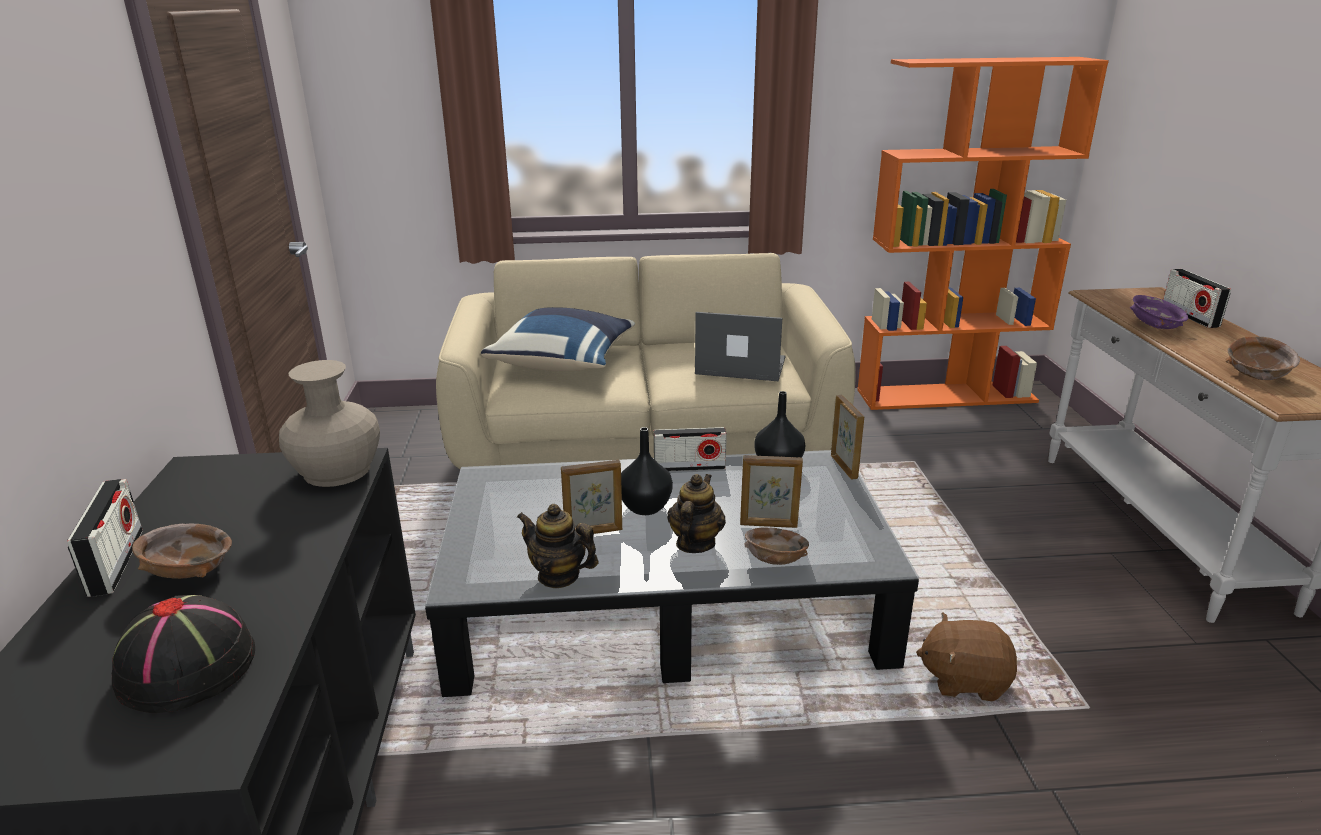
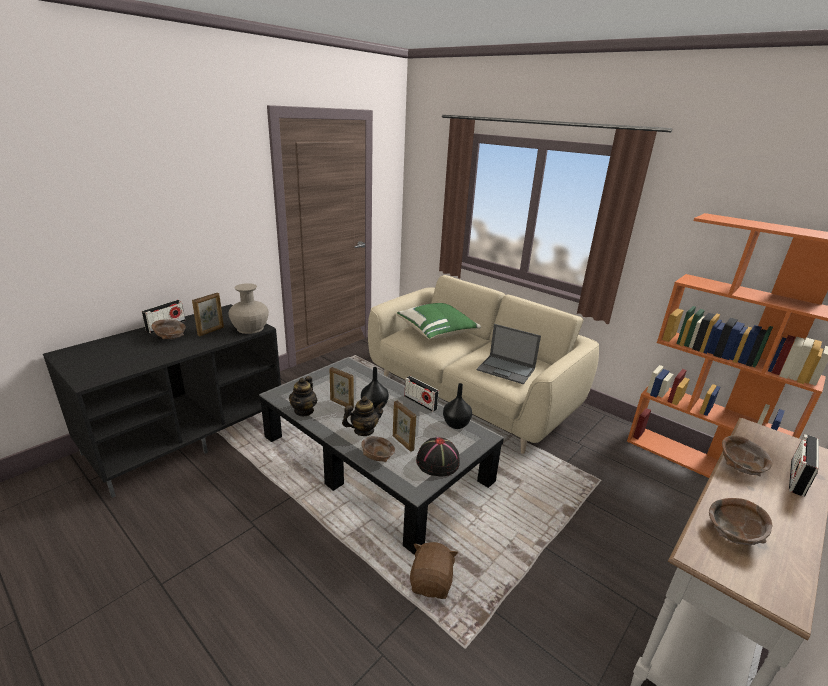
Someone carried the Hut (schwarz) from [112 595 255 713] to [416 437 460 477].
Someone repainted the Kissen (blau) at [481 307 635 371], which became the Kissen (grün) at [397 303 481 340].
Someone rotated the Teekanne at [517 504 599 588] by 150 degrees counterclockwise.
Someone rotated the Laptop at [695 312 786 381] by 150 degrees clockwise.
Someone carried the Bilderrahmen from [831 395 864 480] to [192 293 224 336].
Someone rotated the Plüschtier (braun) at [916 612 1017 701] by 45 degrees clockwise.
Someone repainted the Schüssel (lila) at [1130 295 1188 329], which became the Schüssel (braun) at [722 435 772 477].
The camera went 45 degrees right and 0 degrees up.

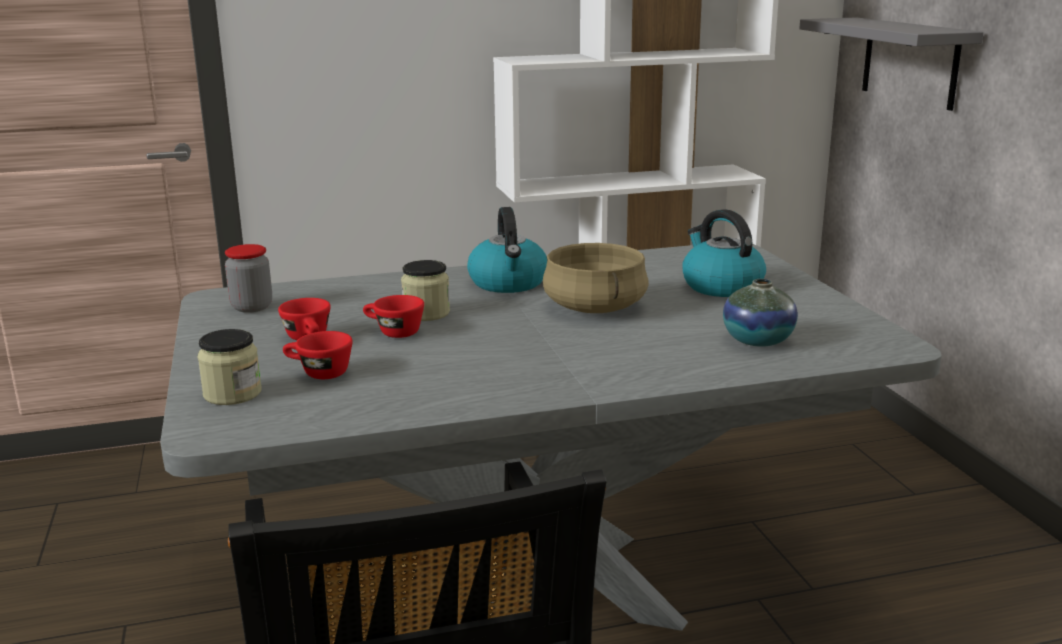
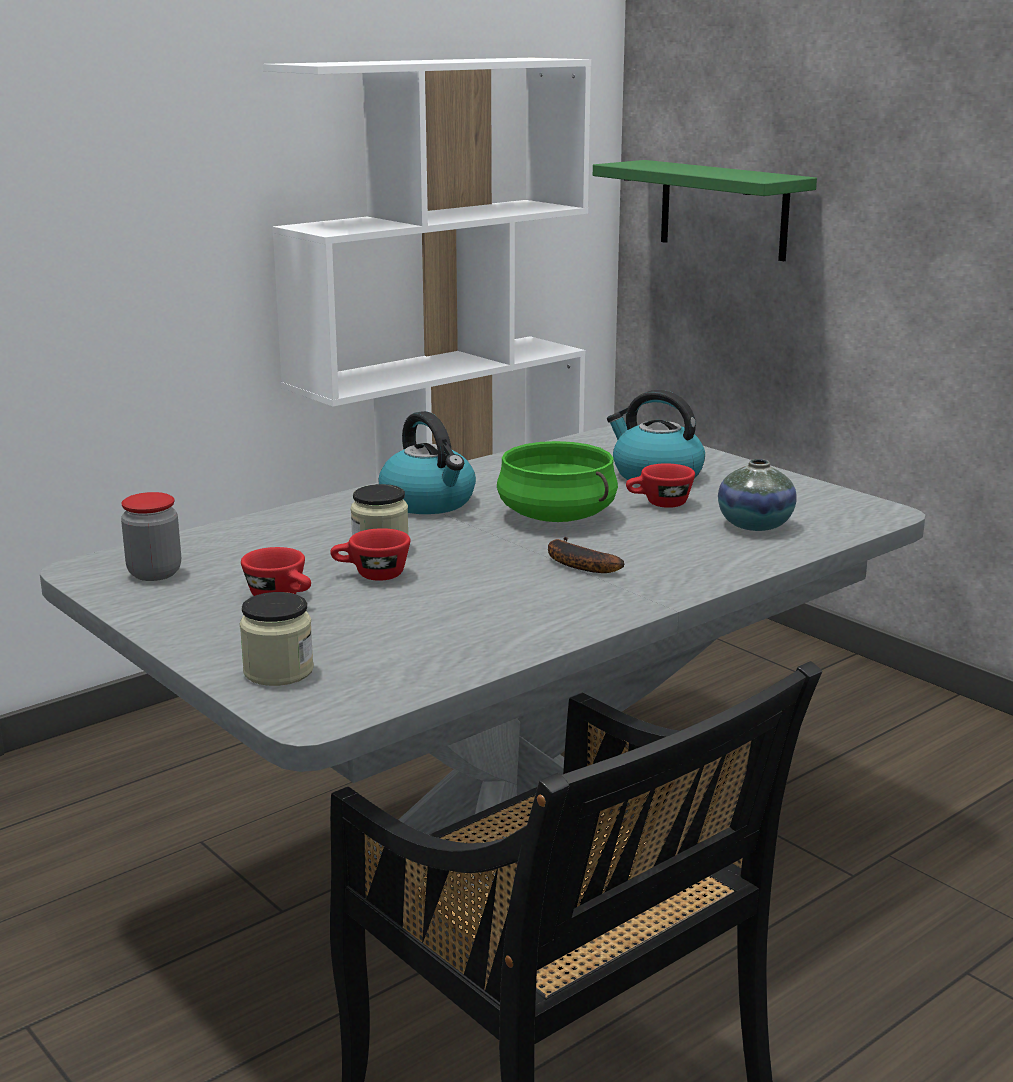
Someone carried the Tasse (rot) from [283 331 353 379] to [626 463 695 508].
Someone repainted the Kochtopf (beige) at [543 243 649 313], which became the Kochtopf (grün) at [497 441 618 522].
Someone repainted the Wandregal (grau) at [799 17 984 111], which became the Wandregal (grün) at [593 160 817 261].
Someone put down the Banane at [548 537 624 573].
The camera went 25 degrees left and 0 degrees up.

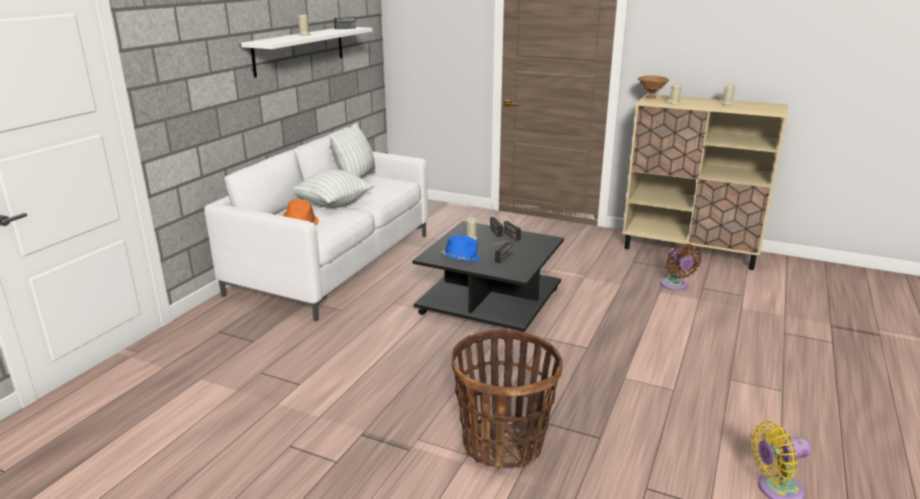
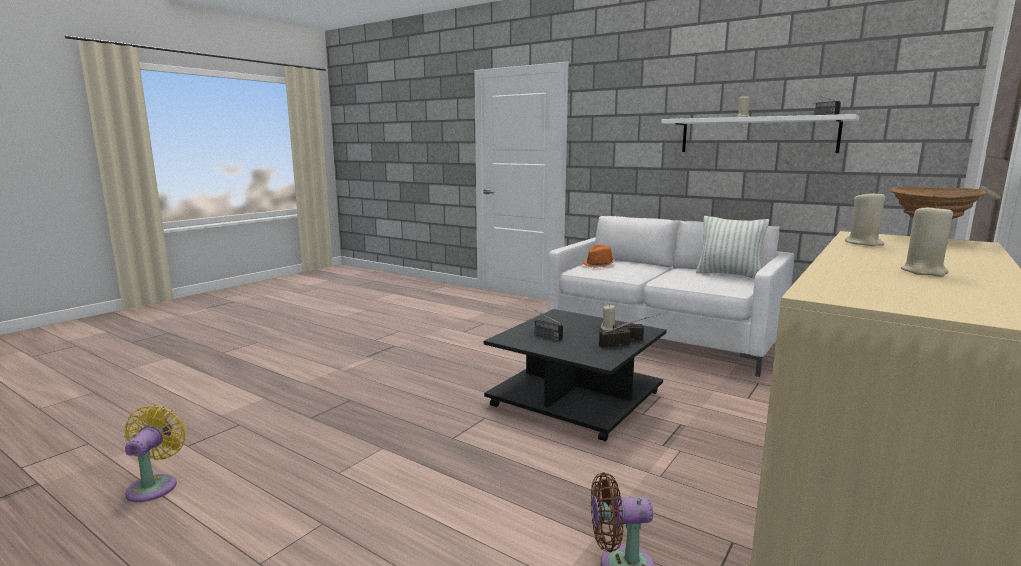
Someone took away the Kissen at [293 169 374 208].
Someone took away the Hut (blau) at [441 235 481 262].
Someone took away the Korb at [452 330 563 469].
The camera went 100 degrees right and 10 degrees down.

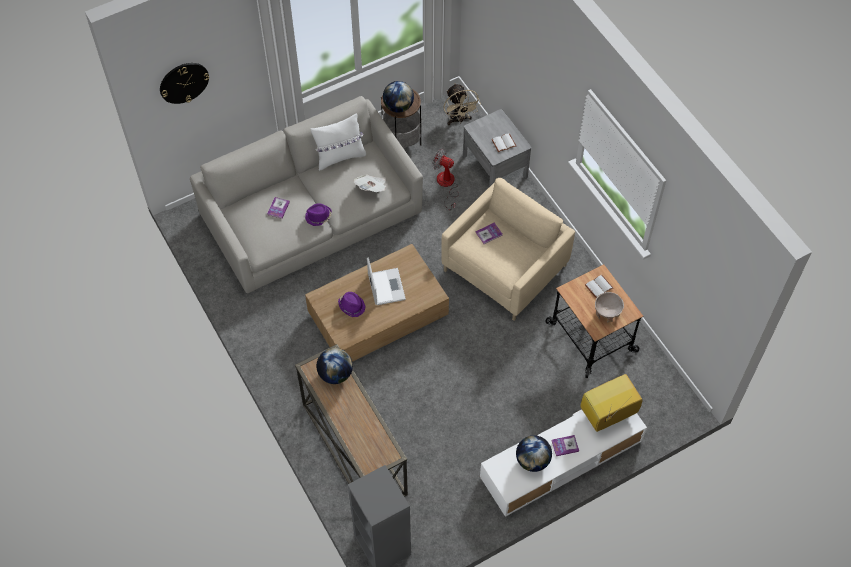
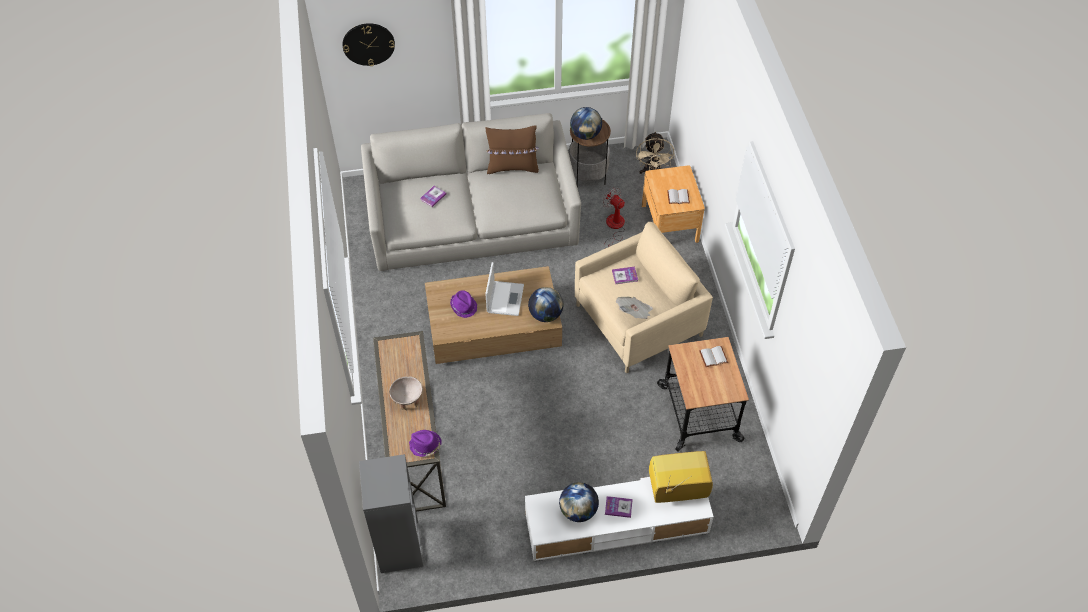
Someone carried the Hut (lila) from [305 203 332 226] to [409 430 442 457].
Someone repainted the Kissen (weiß) at [310 114 366 171], which became the Kissen (braun) at [485 125 539 174].
Someone carried the Globus from [316 348 353 384] to [528 287 563 322].
Someone carried the Zeitung from [354 174 386 192] to [616 297 653 319].
Someone repainted the Nachttisch (grau) at [463 109 531 187], which became the Nachttisch (braun) at [642 165 705 243].
Someone carried the Schüssel (beige) from [595 292 624 323] to [389 377 422 410].
The camera went 20 degrees right and 5 degrees down.

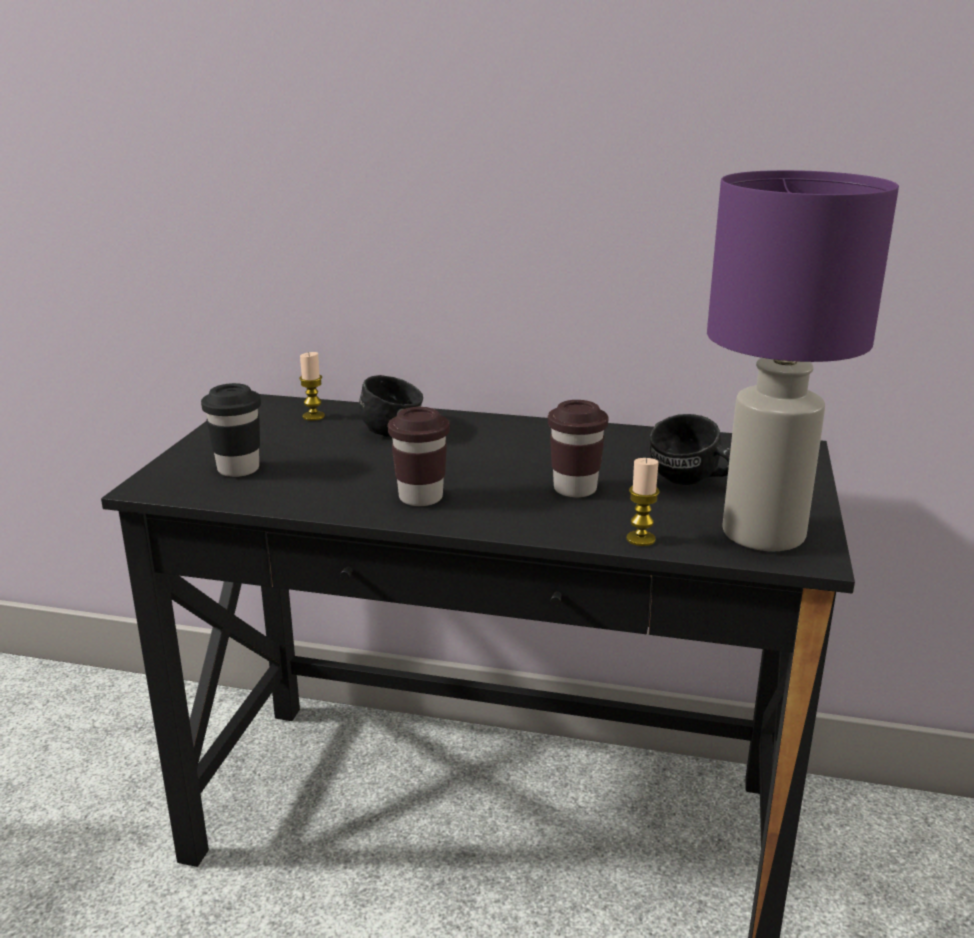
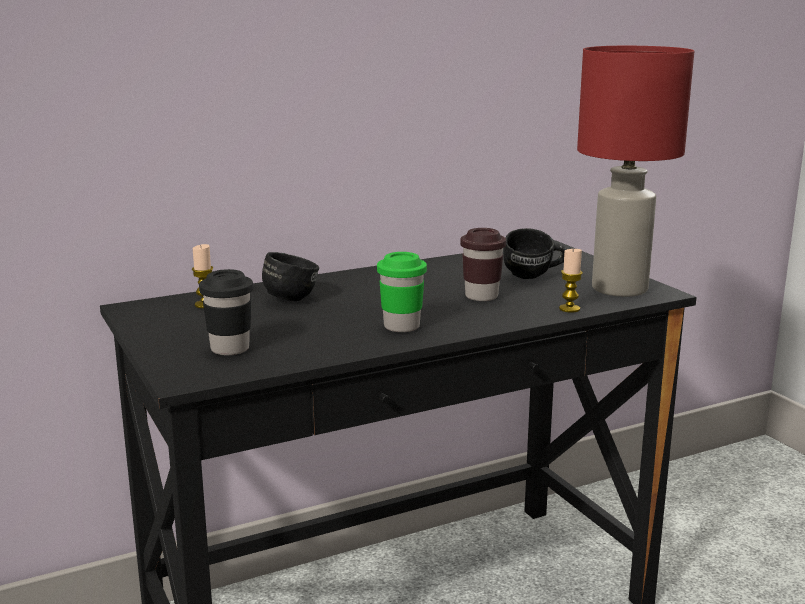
Someone repainted the Tasse (braun) at [388 407 450 506], which became the Tasse (grün) at [377 252 427 332].
Someone repainted the Tischlampe (lila) at [707 170 899 551], which became the Tischlampe (rot) at [577 46 694 297].
The camera went 40 degrees left and 5 degrees down.

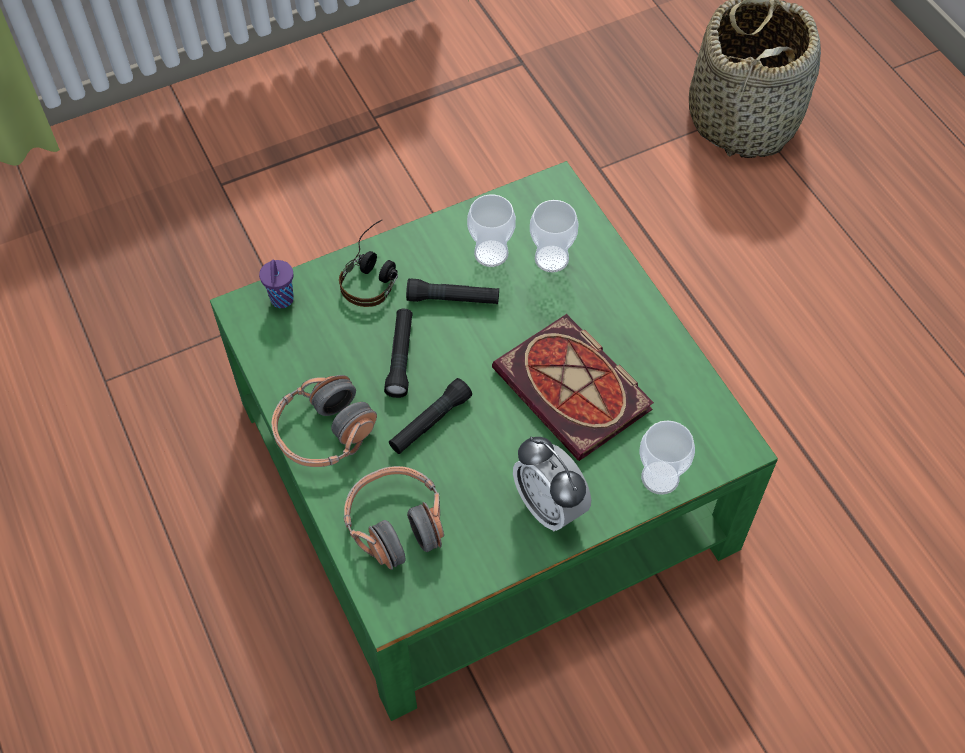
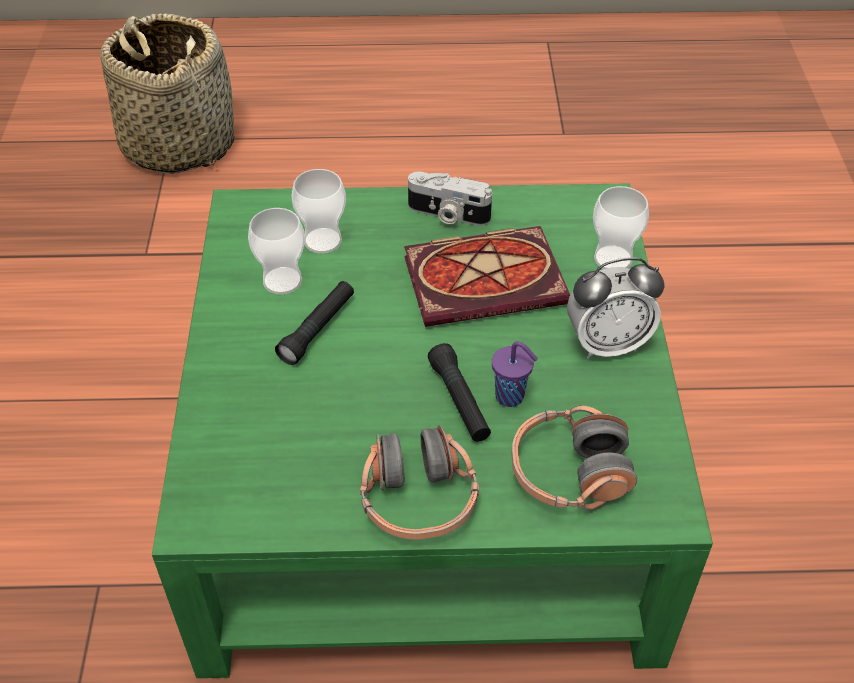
Someone carried the Tasse (lila) from [259 260 294 308] to [492 341 538 407].
Someone took away the Kopfhörer at [339 220 398 307].
Someone took away the Taschenlampe (schwarz) at [384 309 413 398].
Someone put down the Kamera at [408 172 492 226].
The camera went 65 degrees left and 10 degrees down.

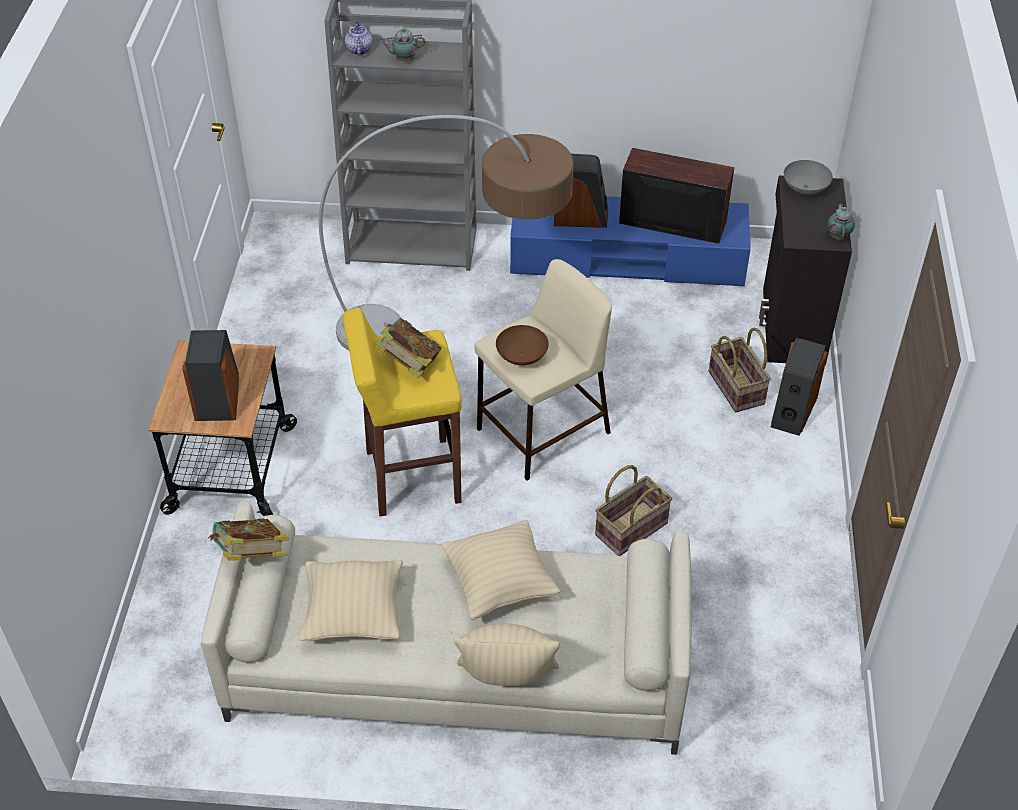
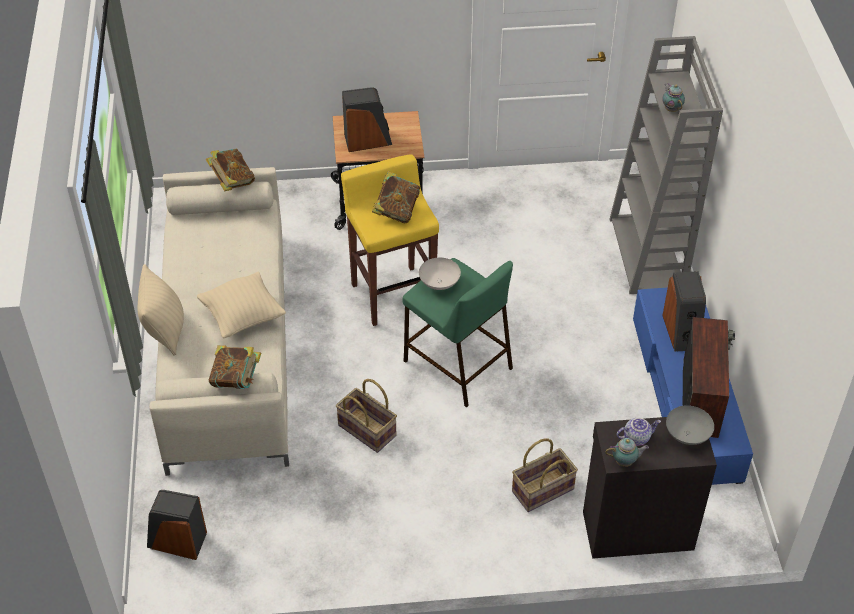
Someone took away the Kissen (beige) at [299 560 403 641].
Someone took away the Stehlampe at [319 115 574 351].
Someone carried the Teekanne from [345 21 373 55] to [617 418 661 445].
Someone repainted the Hocker (beige) at [474 259 612 481], which became the Hocker (grün) at [402 258 513 407].
Someone repainted the Schüssel (braun) at [496 325 549 366], which became the Schüssel (weiß) at [419 257 461 290].
Someone carried the Lautsprecher from [771 337 828 436] to [147 490 207 560].
Someone put down the Buch at [209 345 261 389].
The camera went 80 degrees right and 0 degrees up.

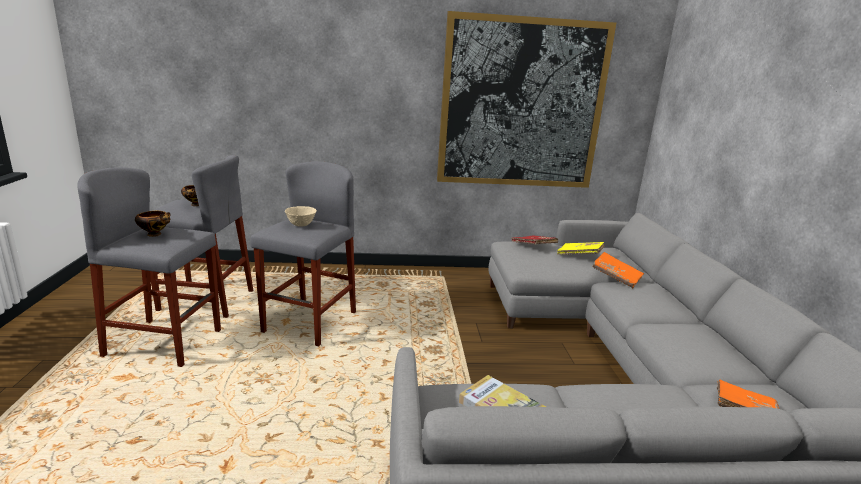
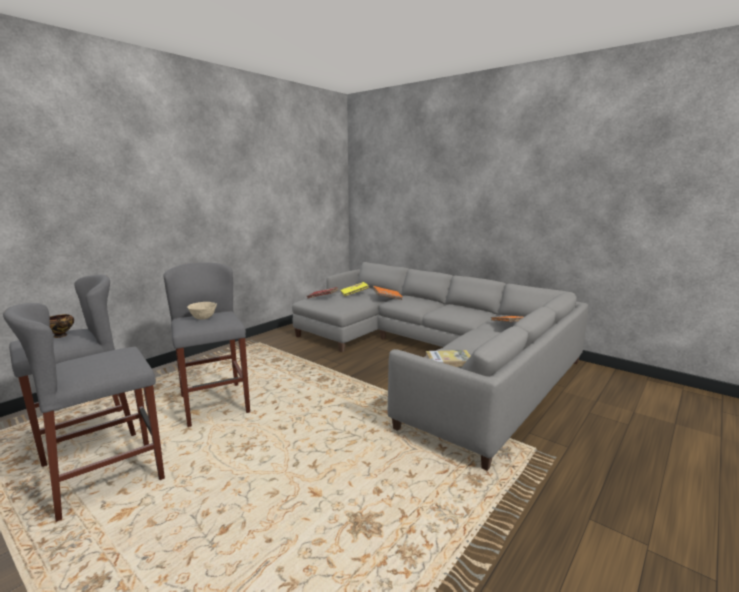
Someone took away the Schüssel at [135 211 171 237].
Someone took away the Bild at [437 11 616 188].
The camera went 45 degrees left and 5 degrees down.

